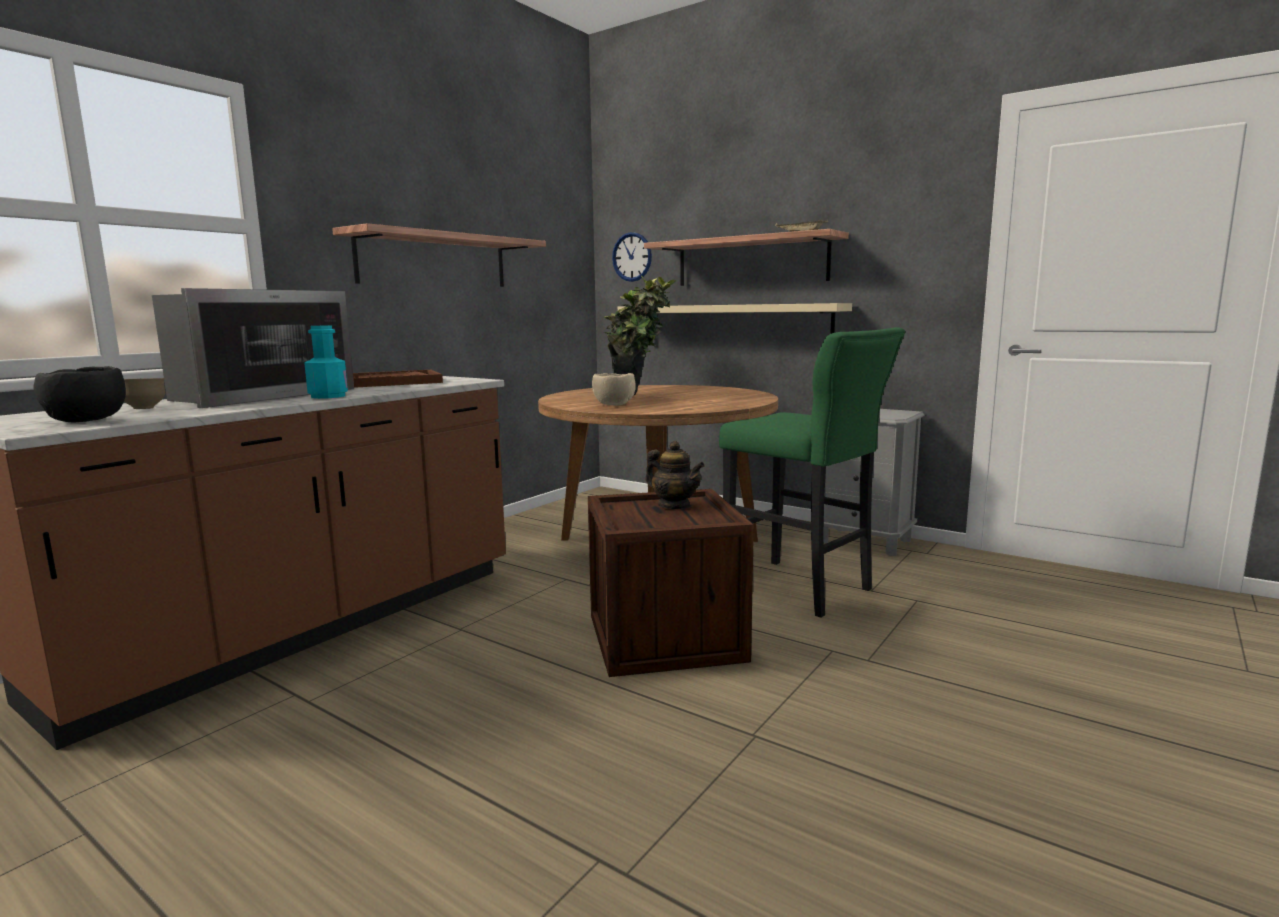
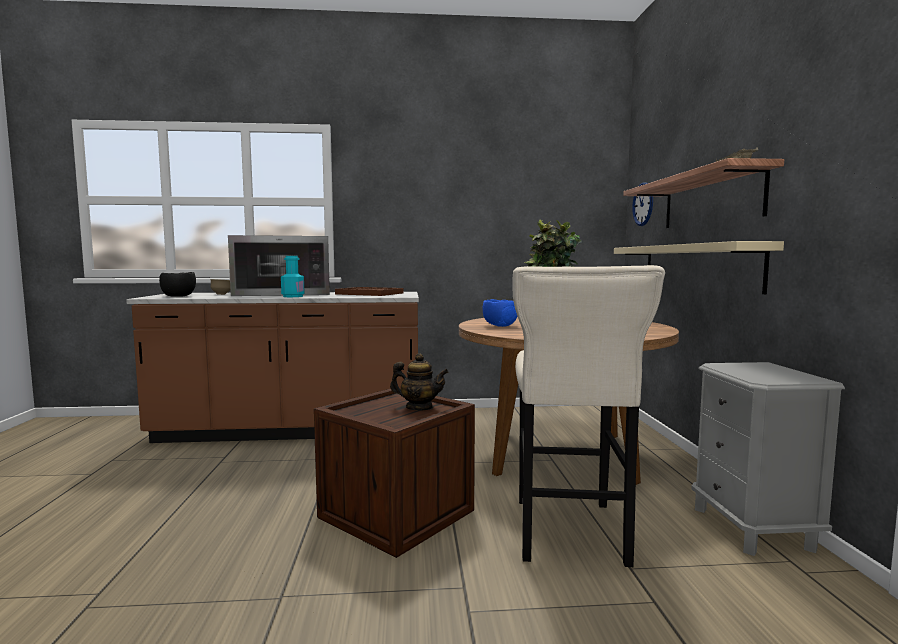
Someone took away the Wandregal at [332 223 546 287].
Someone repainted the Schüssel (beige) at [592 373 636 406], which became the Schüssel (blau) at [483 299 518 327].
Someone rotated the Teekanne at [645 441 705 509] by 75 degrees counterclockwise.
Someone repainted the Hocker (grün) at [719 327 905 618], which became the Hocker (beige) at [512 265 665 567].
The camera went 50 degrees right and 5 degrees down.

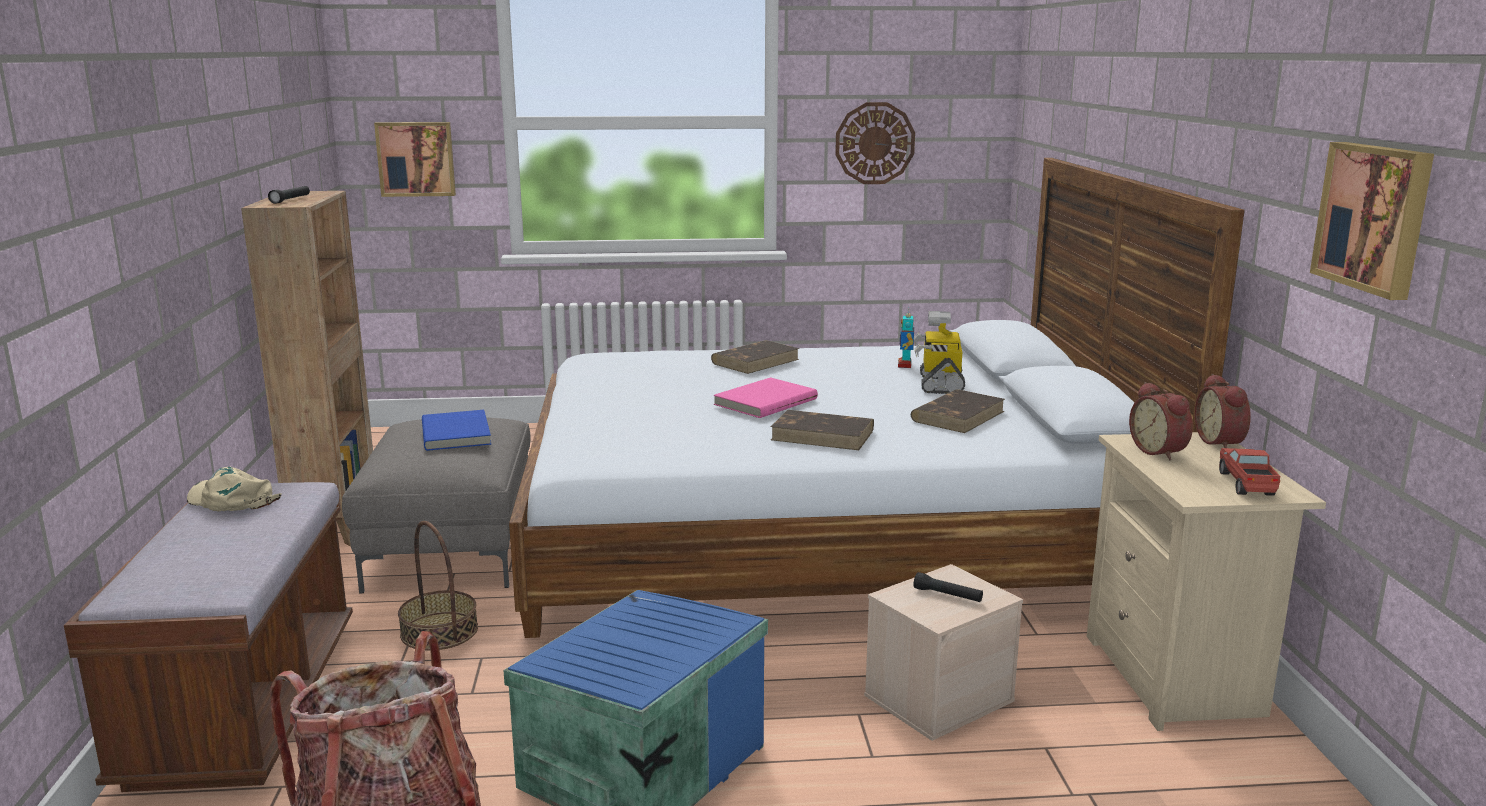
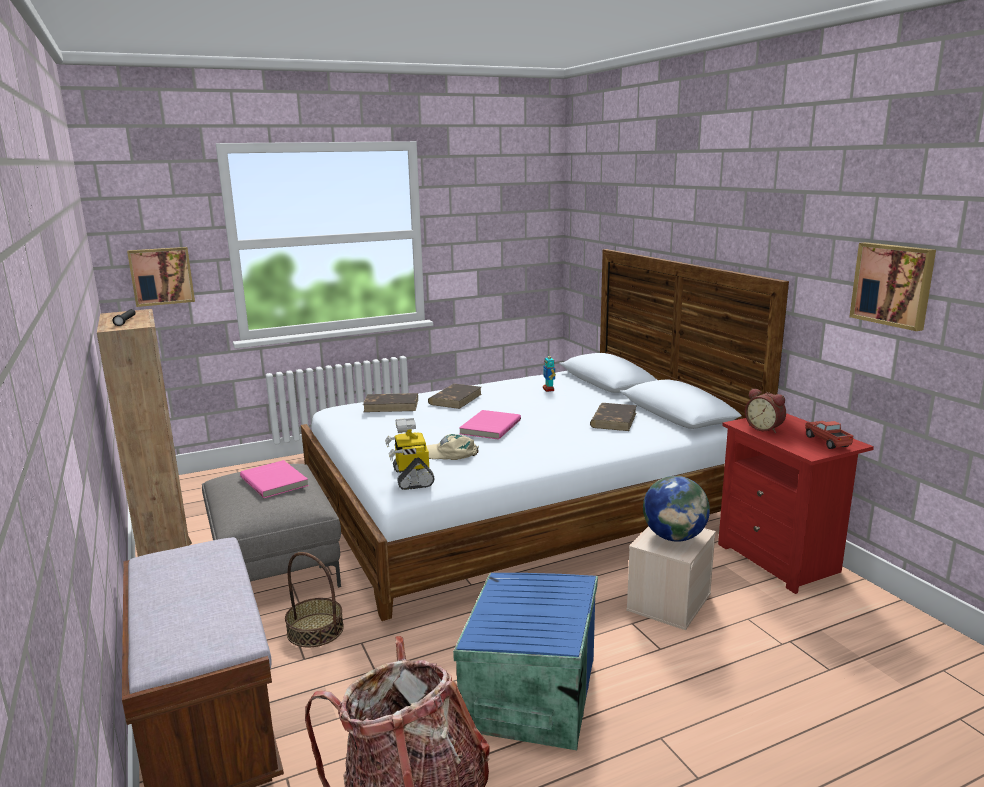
Someone carried the Kappe (beige) from [187 466 282 511] to [426 434 479 460].
Someone repainted the Buch (blau) at [422 410 491 451], which became the Buch (rosa) at [240 460 309 498].
Someone carried the Buch (braun) from [771 410 874 450] to [363 393 418 412].
Someone took away the Wanduhr at [835 102 915 184].
Someone carried the Spielzeugroboter from [914 311 965 394] to [385 418 435 490].
Someone swapped the Taschenlampe (schwarz) at [914 572 983 602] for the Globus at [643 476 710 542].
Someone repainted the Nachttisch (beige) at [1087 432 1326 731], which became the Nachttisch (rot) at [718 413 874 594].
Someone took away the Wecker at [1195 374 1251 448].
The camera went 20 degrees left and 0 degrees up.

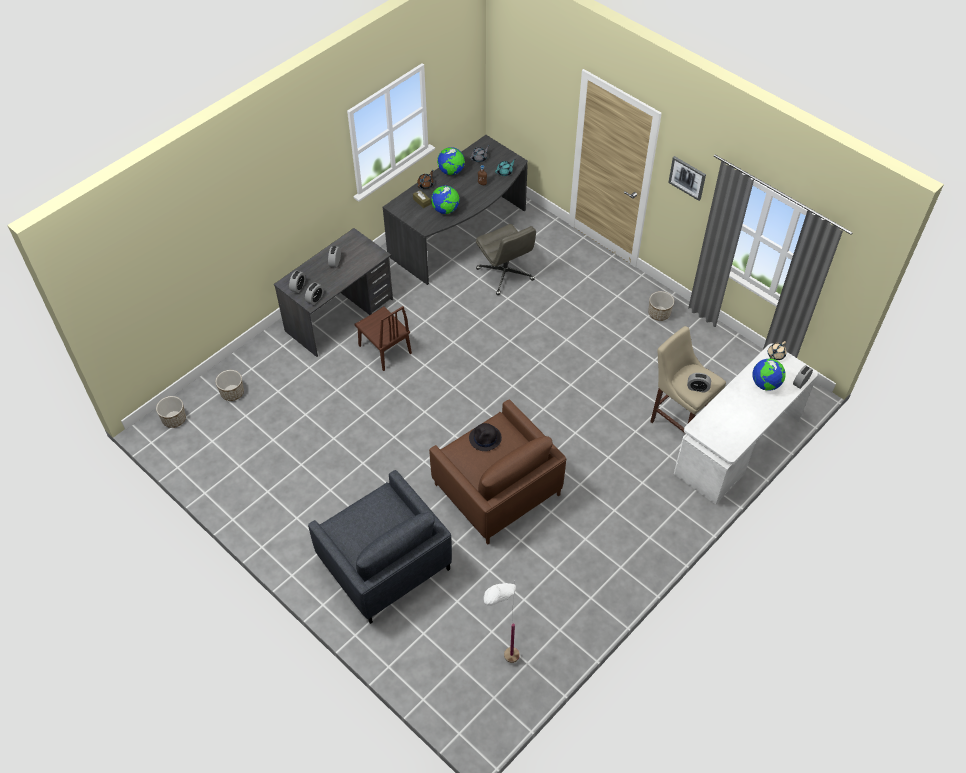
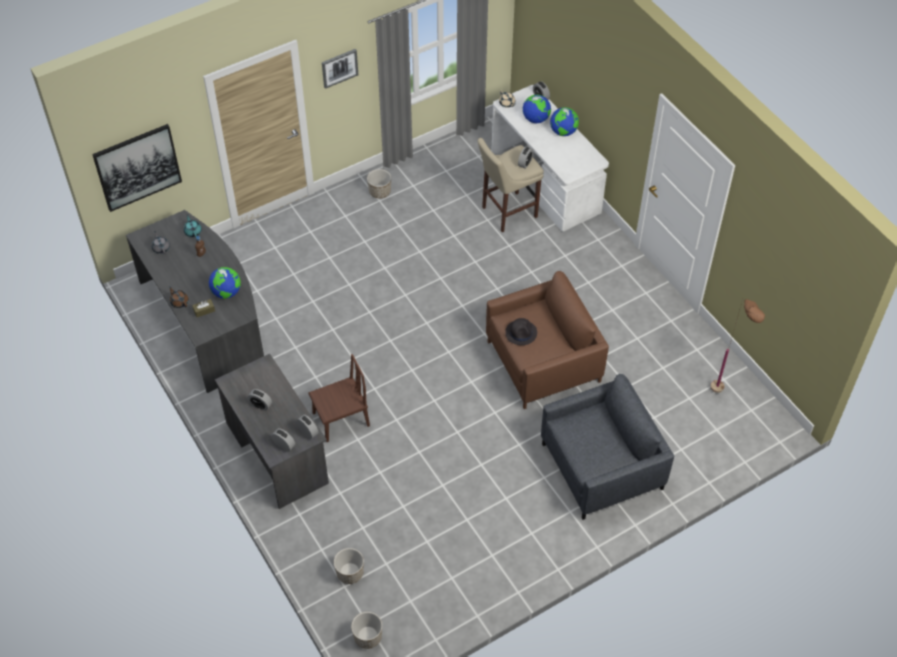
Someone carried the Globus from [437 147 465 175] to [550 107 579 136].
Someone took away the Bürostuhl (grau) at [476 224 536 295].
Someone repainted the Stehlampe (weiß) at [484 583 520 663], which became the Stehlampe (braun) at [710 299 765 393].
Someone put up the Bild at [92 124 182 212].
The camera went 75 degrees left and 0 degrees up.

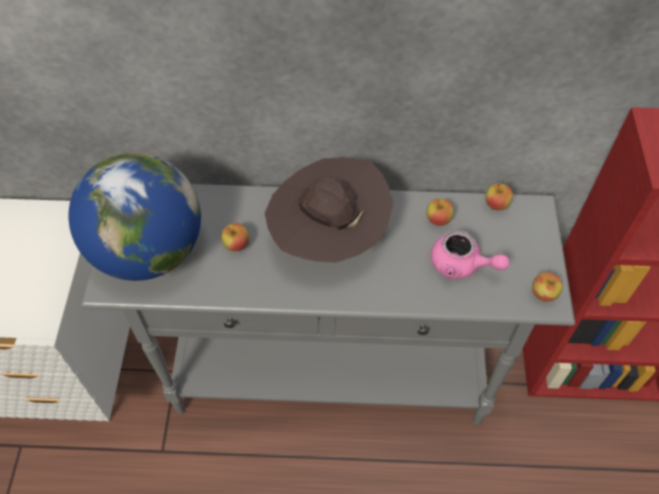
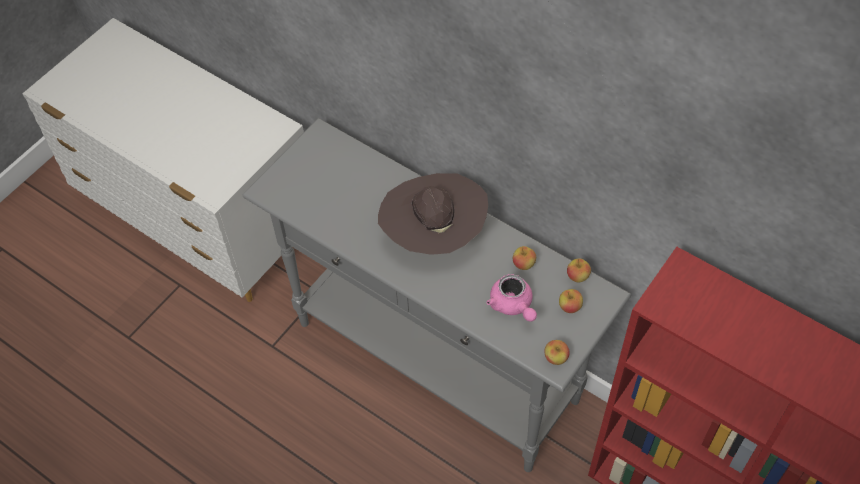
Someone took away the Globus at [68 153 201 281].
Someone carried the Apfel from [221 223 249 251] to [559 289 583 313].
The camera went 35 degrees right and 0 degrees up.

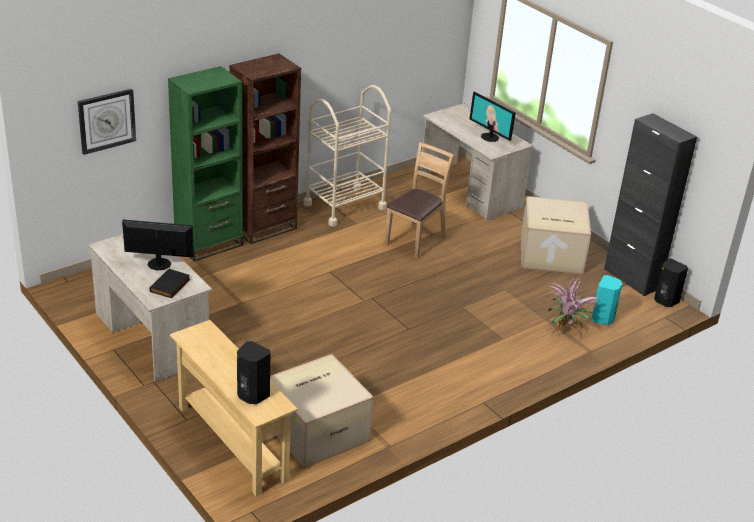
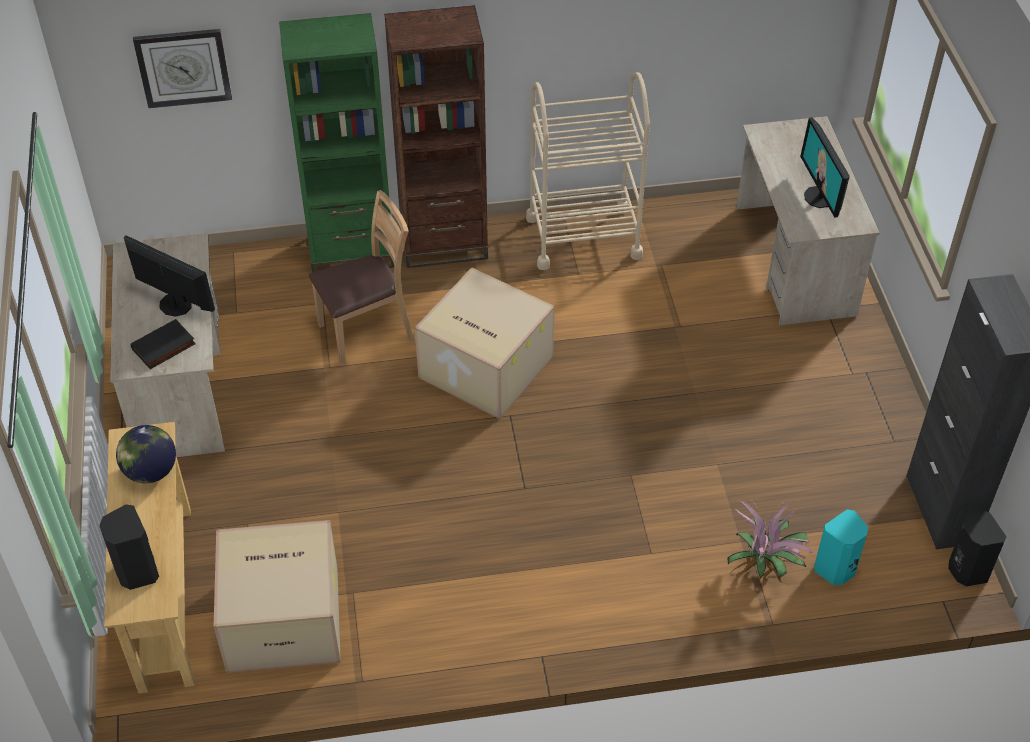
Someone carried the Stuhl (braun) from [385 142 455 259] to [309 190 415 365].
Someone carried the Karton from [521 196 591 274] to [415 267 555 419].
Someone put down the Globus at [116 425 176 483].
The camera went 30 degrees right and 15 degrees up.

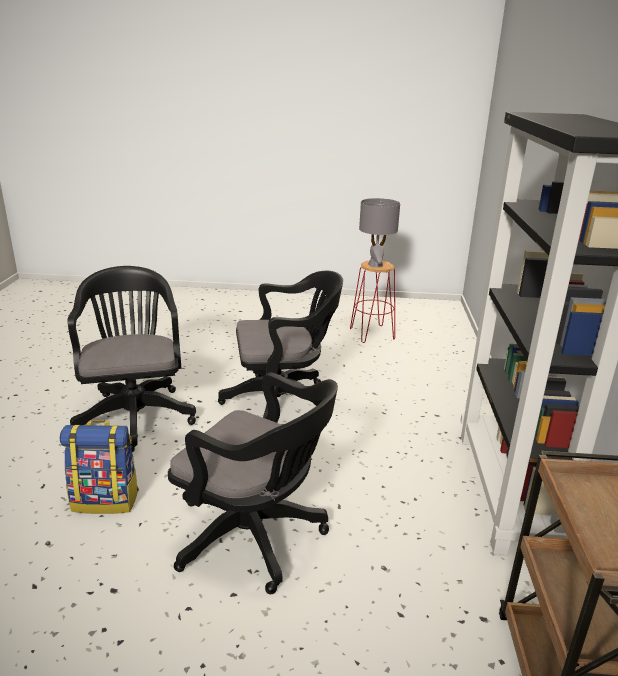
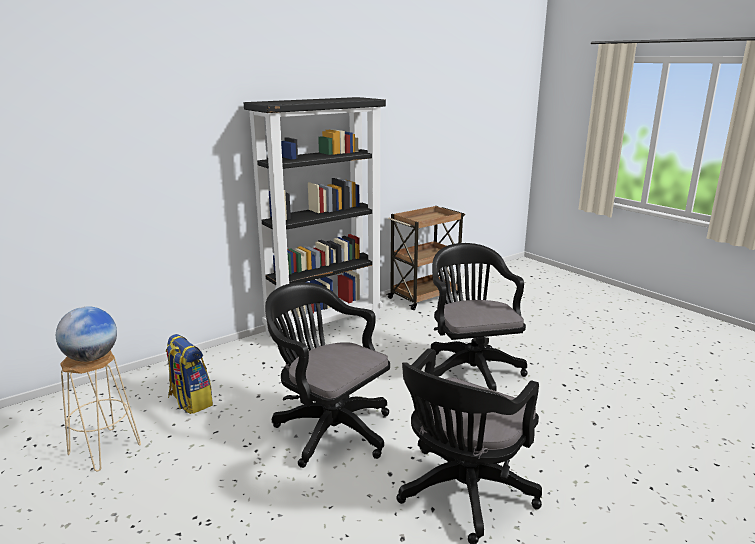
Someone carried the Rucksack from [60 420 139 514] to [166 334 213 414].
Someone repainted the Hocker (rot) at [350 261 395 343], which became the Hocker (beige) at [60 351 141 472].
Someone swapped the Tischlampe (grau) at [359 198 400 268] for the Globus at [56 306 117 362].
The camera went 130 degrees left and 5 degrees down.

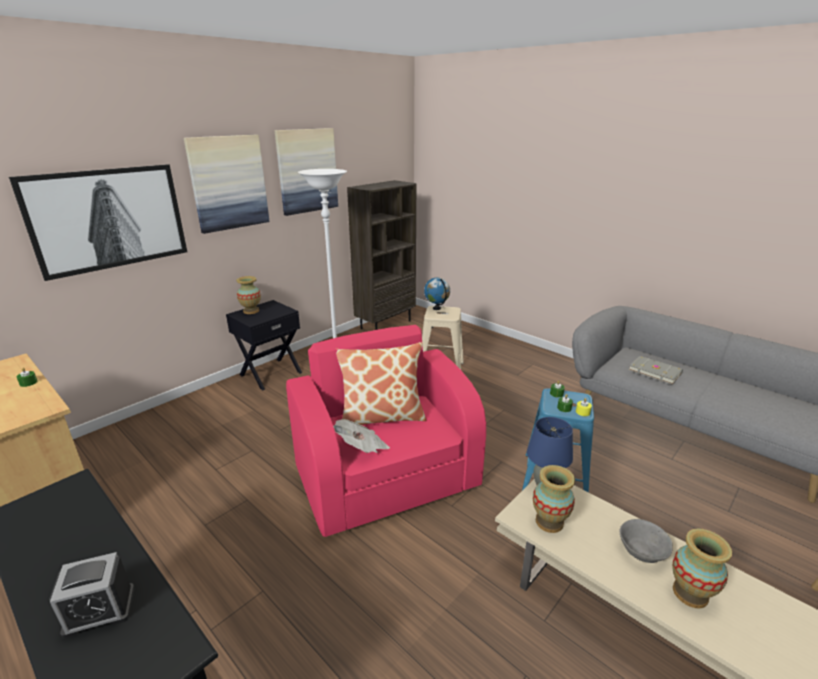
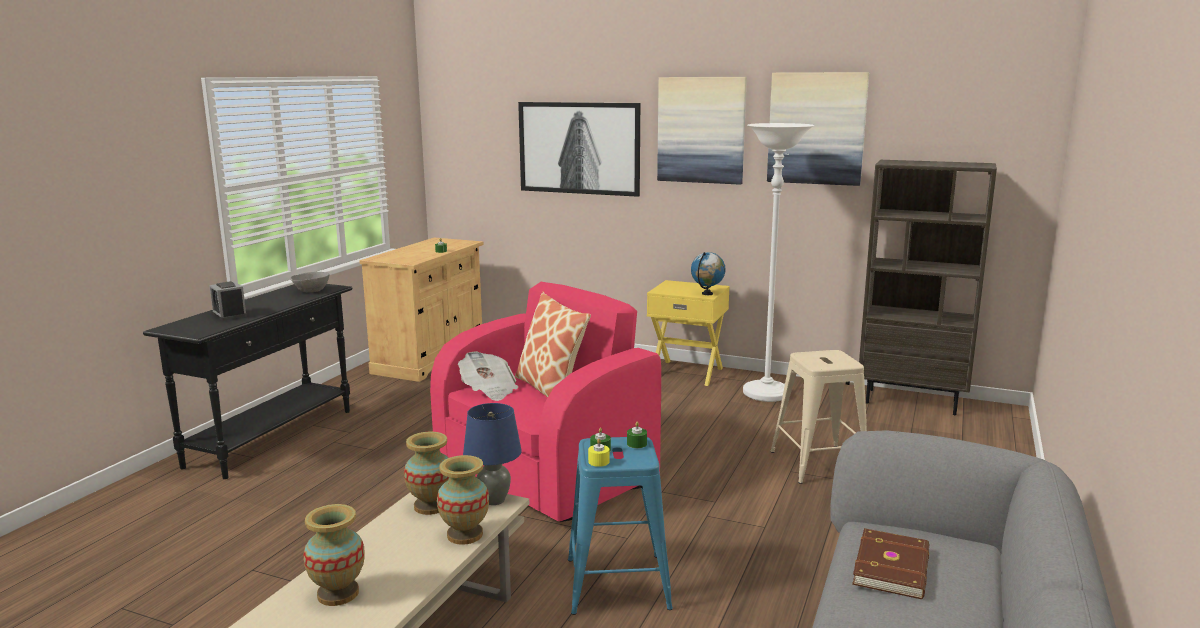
Someone repainted the Nachttisch (schwarz) at [226 300 302 390], which became the Nachttisch (gelb) at [647 280 730 386].
Someone carried the Vase from [237 276 261 314] to [437 455 489 545].
Someone carried the Globus from [424 278 450 310] to [691 252 725 295].
Someone carried the Schüssel (grau) from [620 519 673 563] to [291 272 330 292].
Someone repainted the Buch (grau) at [629 356 683 385], which became the Buch (braun) at [852 528 929 599].
The camera went 70 degrees right and 10 degrees down.

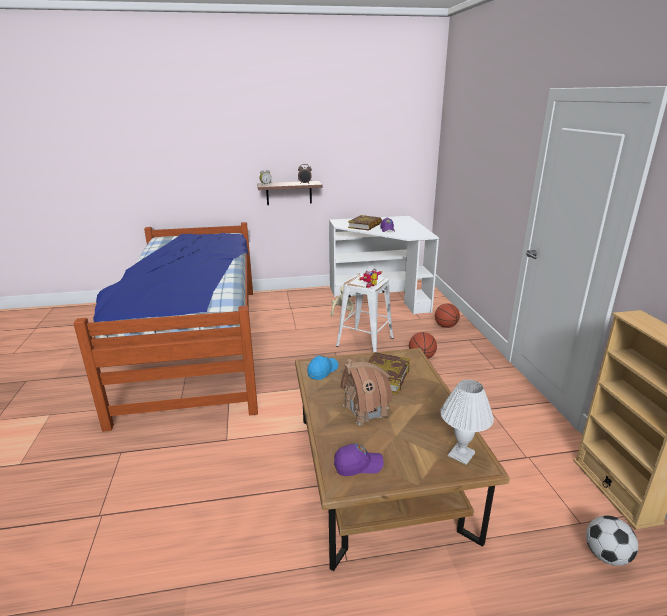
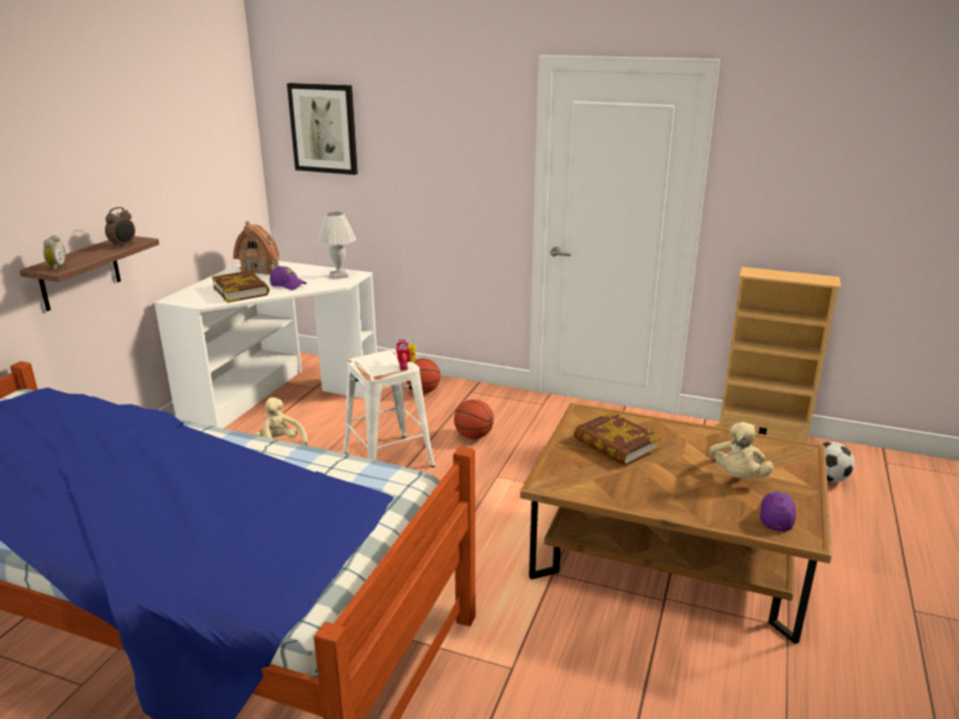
Someone took away the Kappe (blau) at [307 355 339 380].
Someone carried the Spielzeughaus from [341 359 393 425] to [233 221 280 275].
Someone carried the Tischlampe (weiß) from [440 379 494 465] to [317 212 356 279].
Someone put up the Bild at [287 83 358 175].
Someone put down the Plüschtier (beige) at [710 422 774 479].
The camera went 60 degrees left and 0 degrees up.

